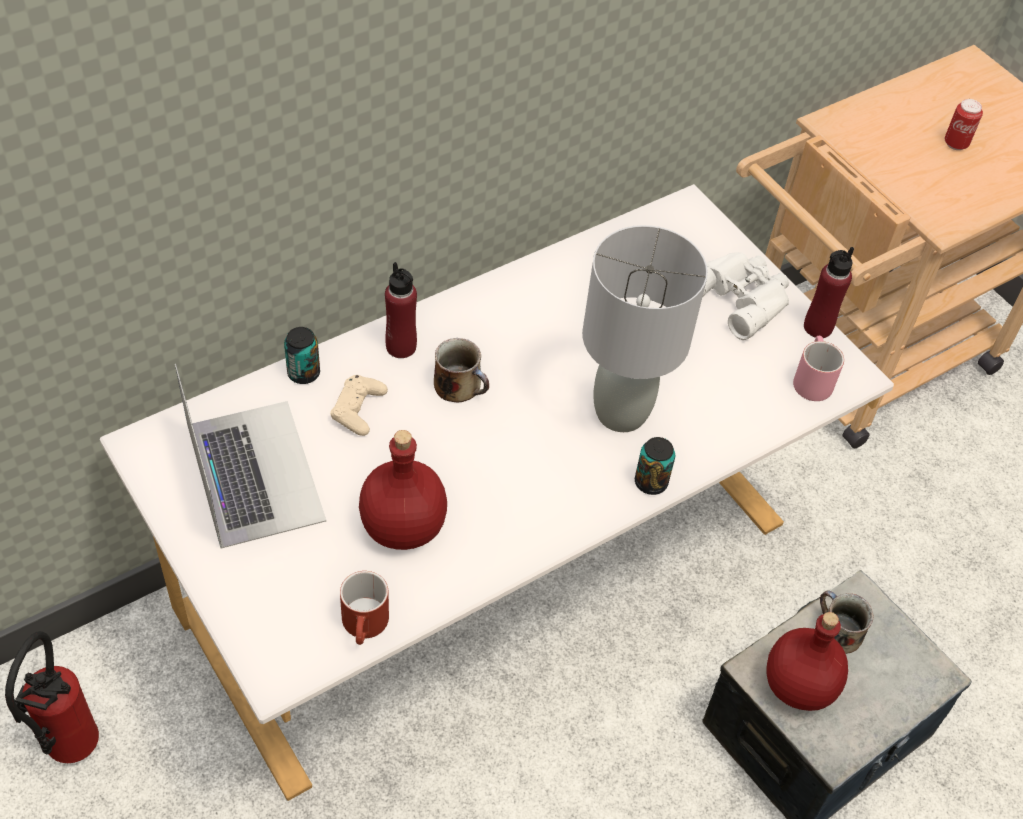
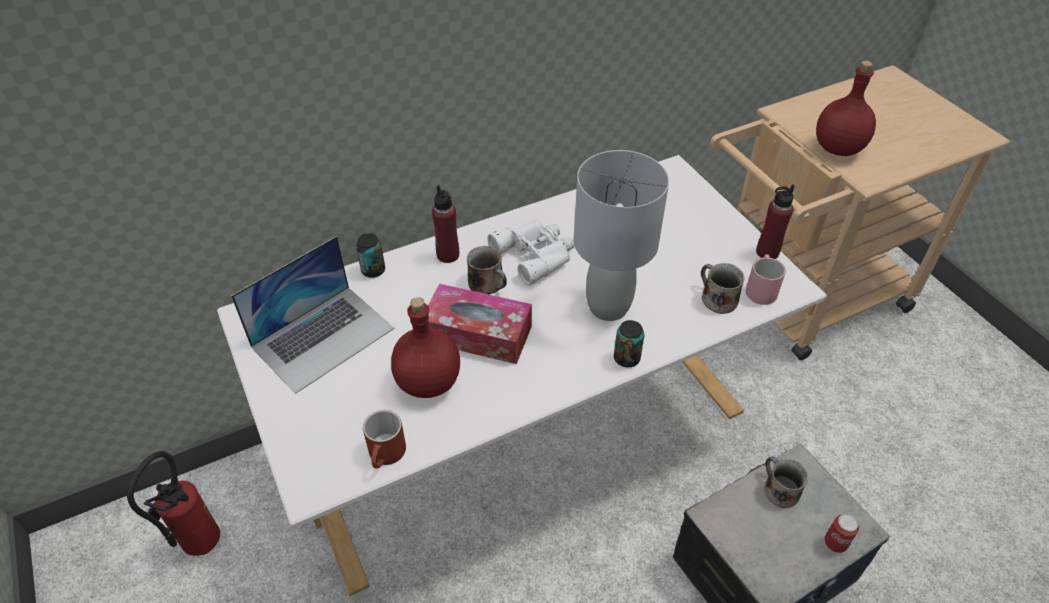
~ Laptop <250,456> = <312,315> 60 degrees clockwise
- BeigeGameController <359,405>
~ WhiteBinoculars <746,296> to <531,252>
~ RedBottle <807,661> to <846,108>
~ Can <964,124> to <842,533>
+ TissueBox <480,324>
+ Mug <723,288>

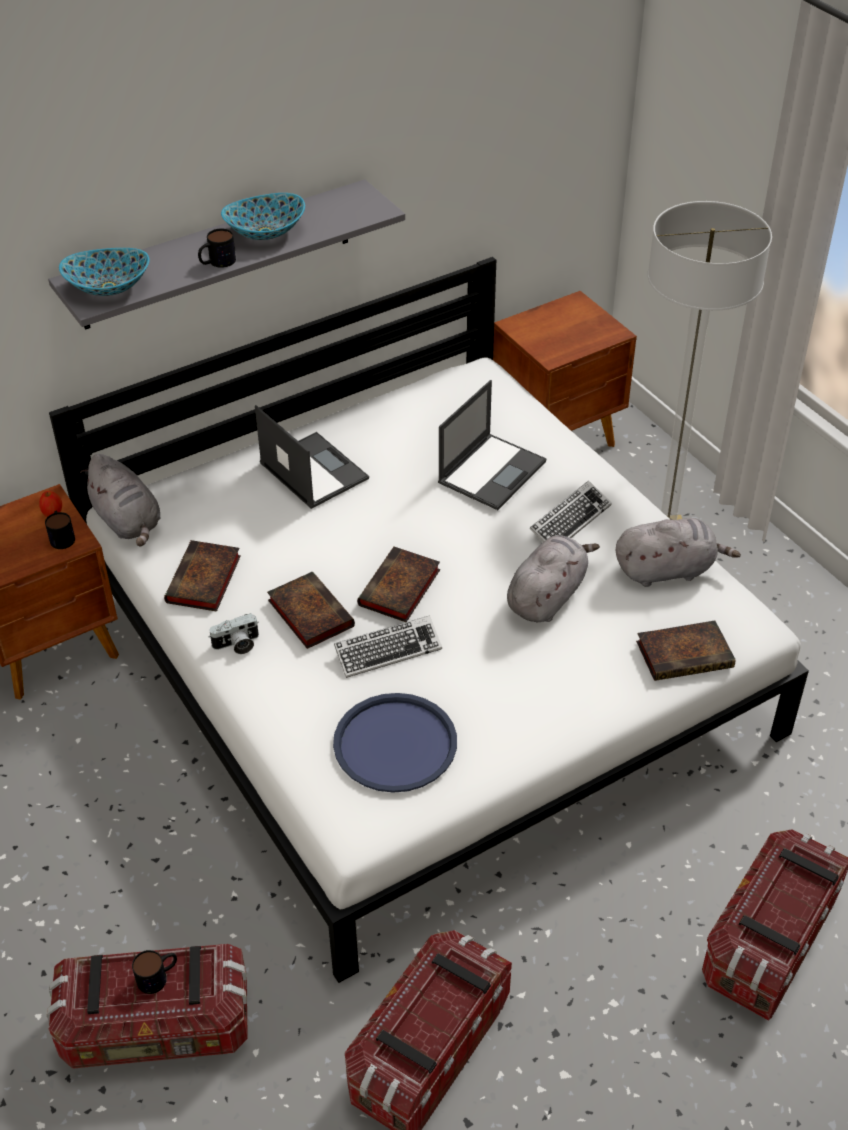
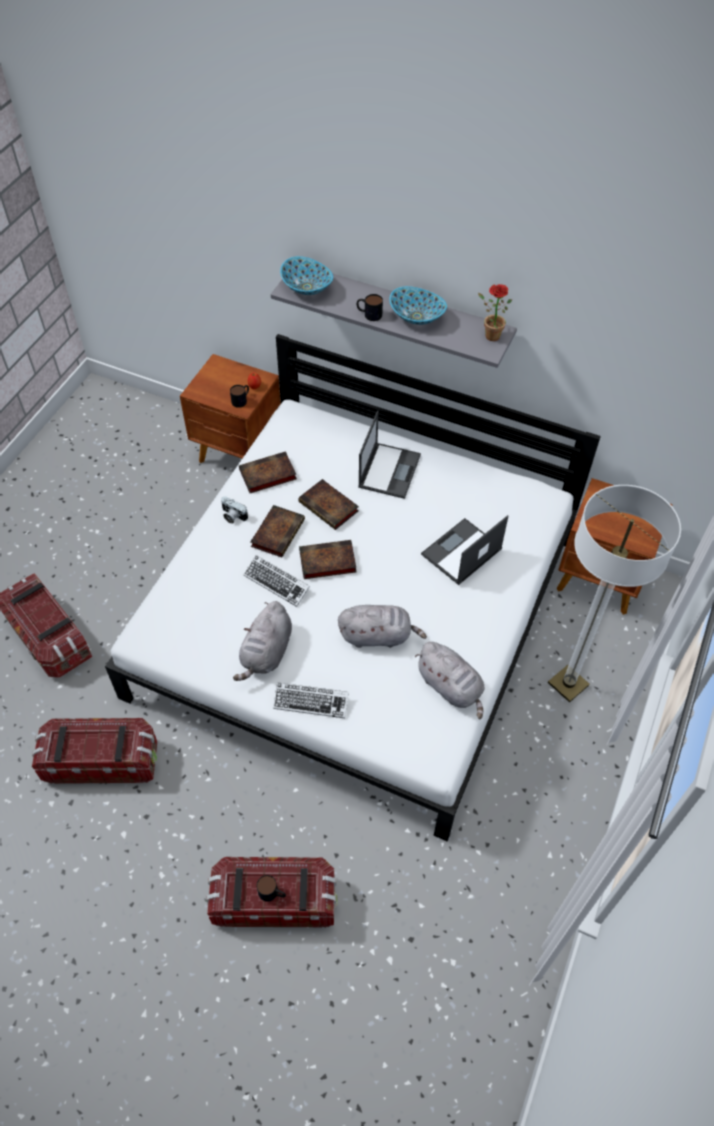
~ GreyPlushToy <120,500> to <262,641>
~ Mug <154,972> to <271,888>
- BlueTray <395,743>
~ Laptop <492,445> = <464,550> 135 degrees clockwise
~ Keyboard <570,511> to <311,700>
~ Book <685,651> to <328,504>
+ PottedPlant <495,312>

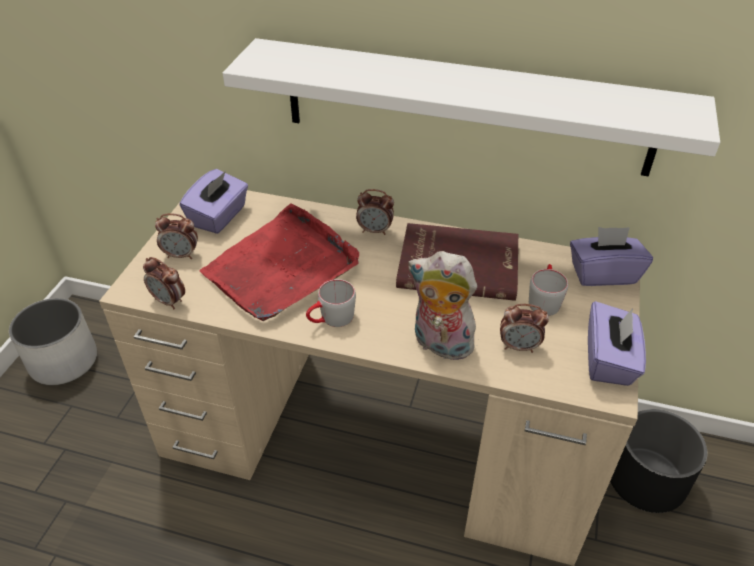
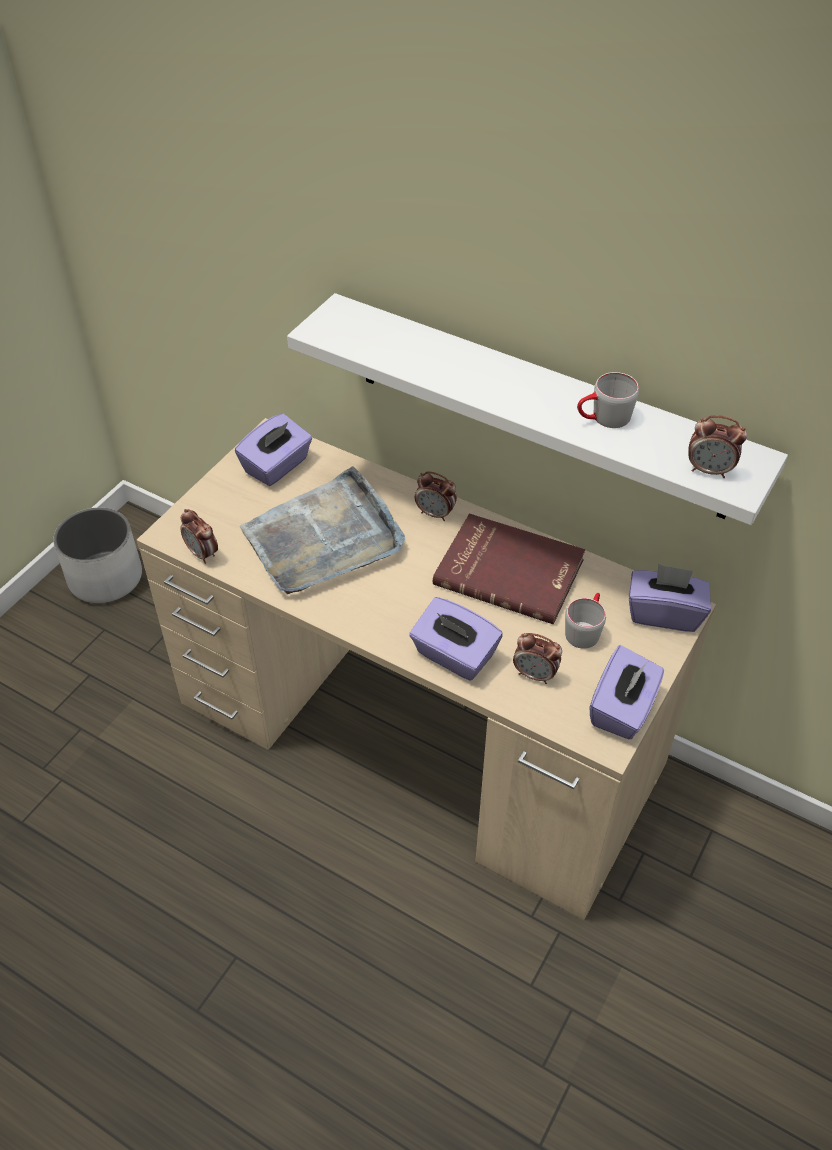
~ AlarmClock <176,236> to <717,446>
~ RedTray <279,263> to GreyTray <322,530>
~ GreyMug <331,303> to <608,400>
~ PlushToy <443,305> to PurpleTissueBox <456,639>
- BlackPlanter <658,461>

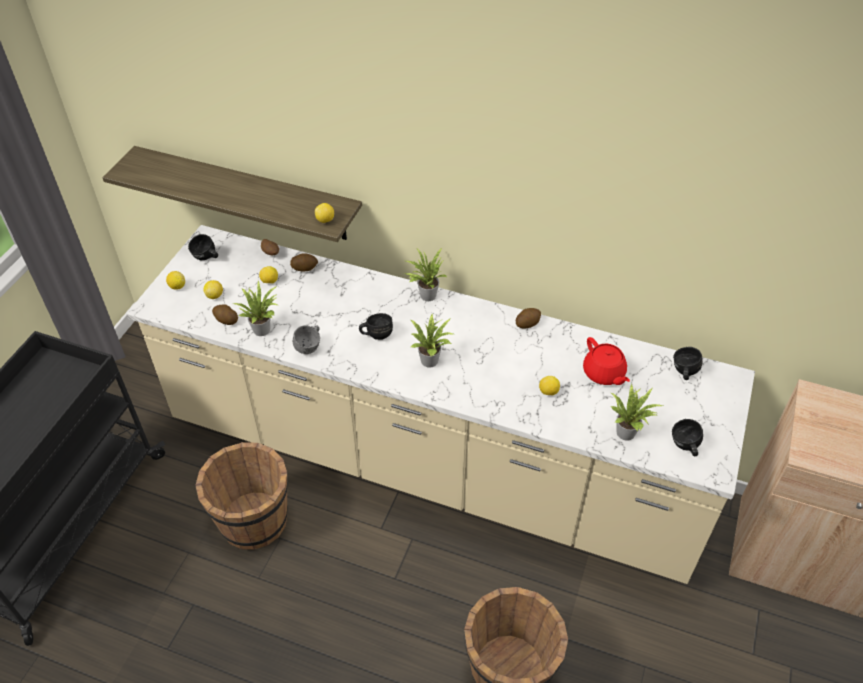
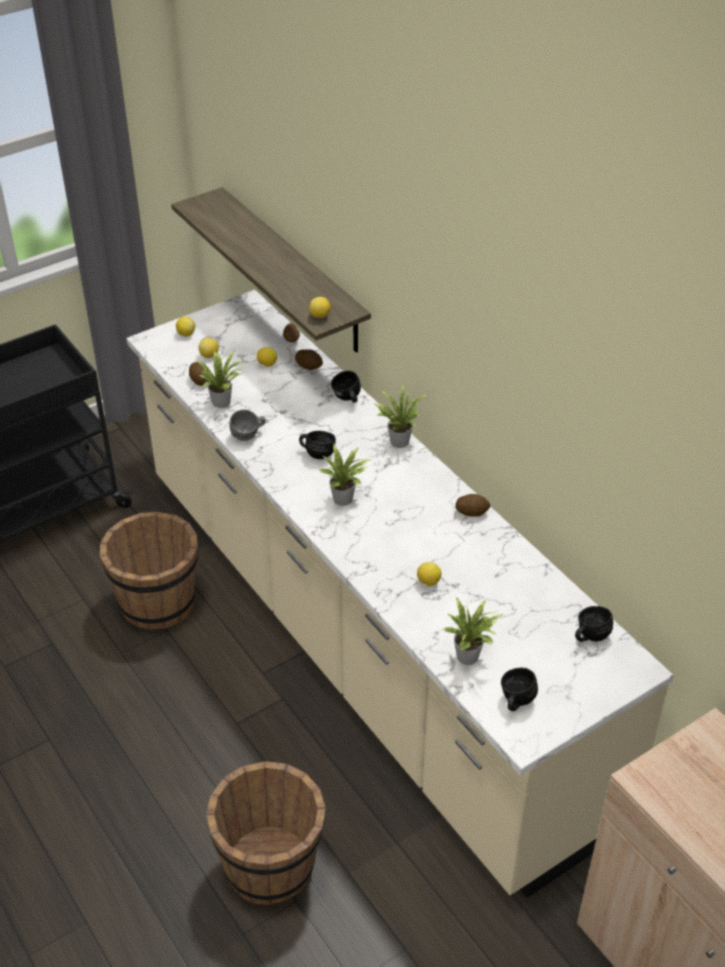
~ BlackMug <203,247> to <346,387>
- RedTeapot <606,361>

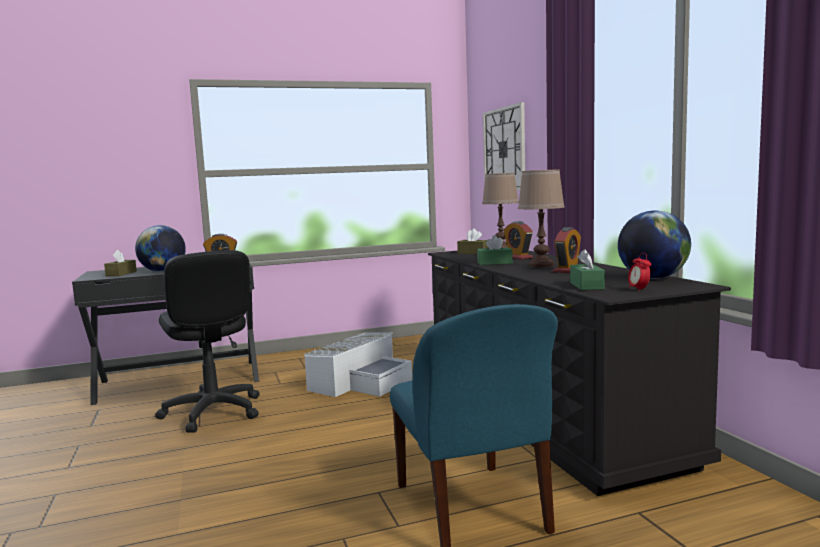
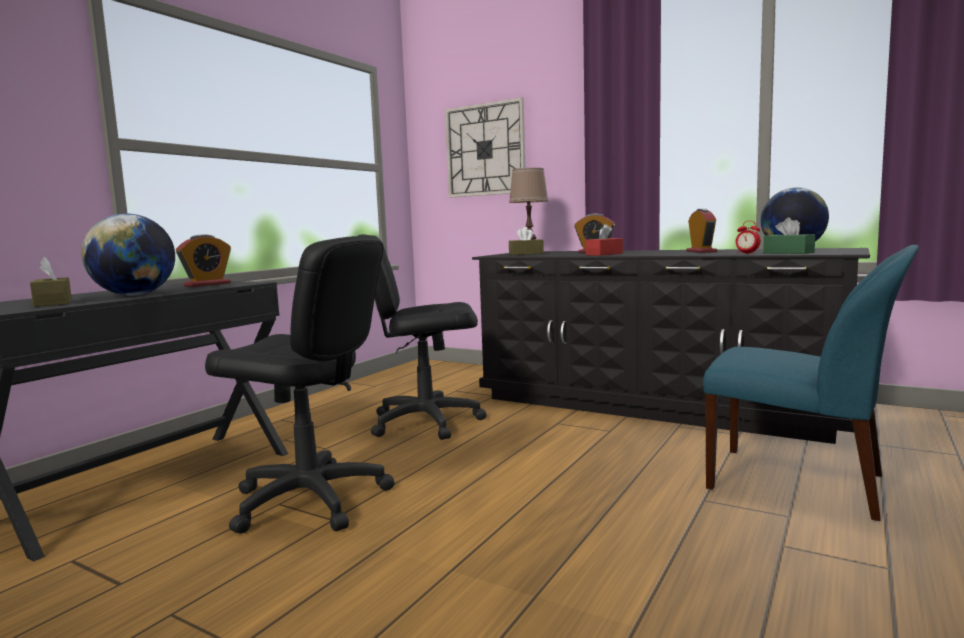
~ WhiteStorageBox <358,364> to BlackOfficeChair <422,337>
~ GreenTissueBox <495,250> to RedTissueBox <604,240>
- BrownTableLamp <541,218>
~ AlarmClock <639,272> to <748,237>

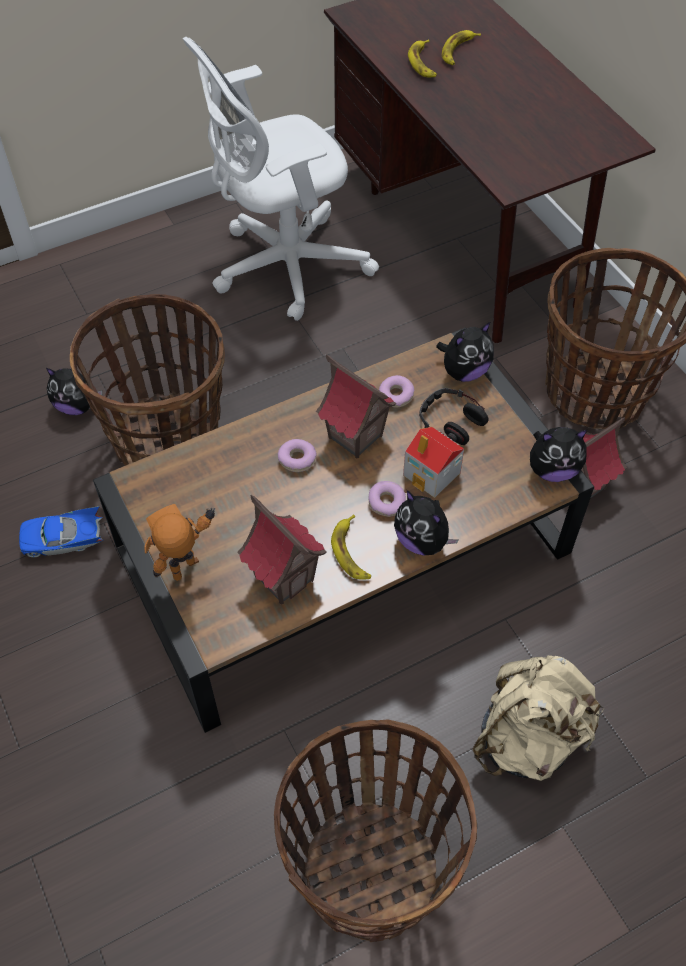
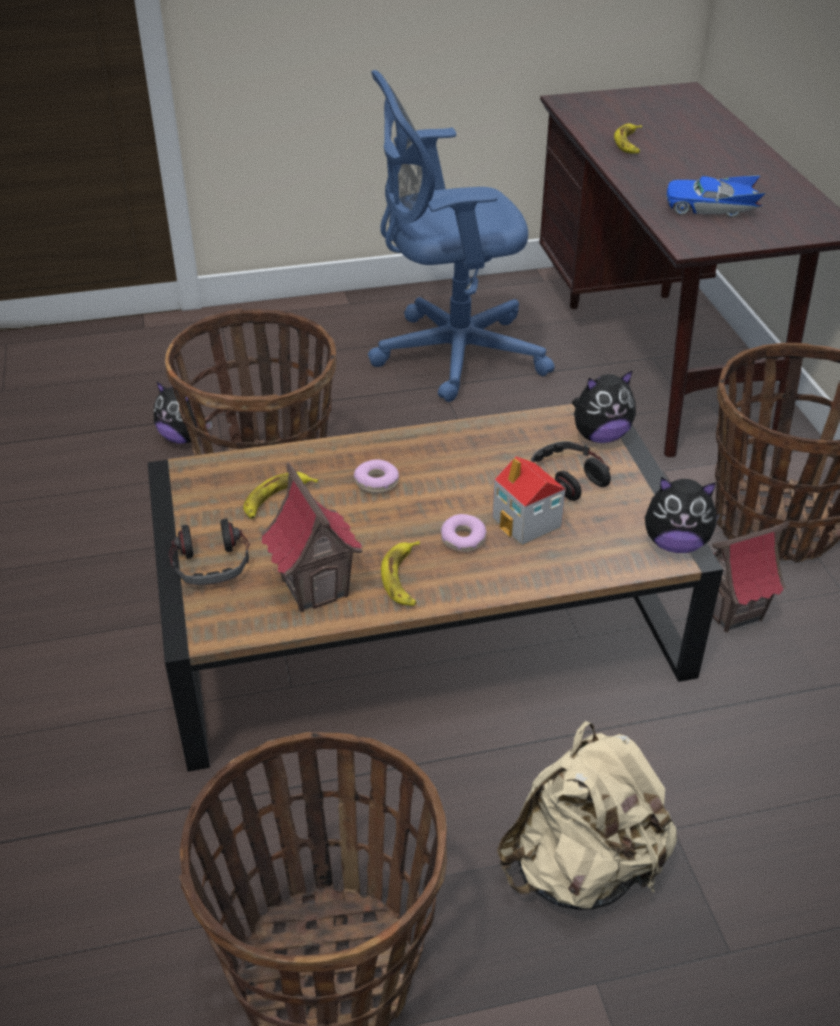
~ BlueToyCar <61,532> to <716,196>
~ ToyRobot <179,542> to Headphones <209,551>
~ WhiteOfficeChair <280,179> to BlueOfficeChair <461,236>
- ToyHouse <356,406>
- Donut <396,391>
- PlushToy <426,522>
~ Banana <461,47> to <280,495>

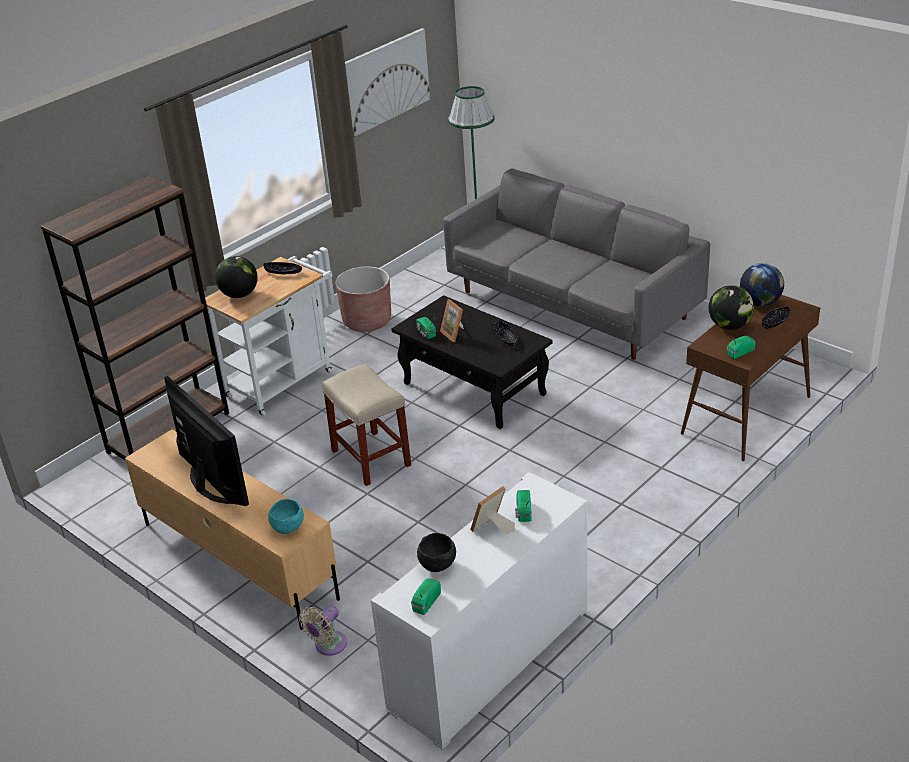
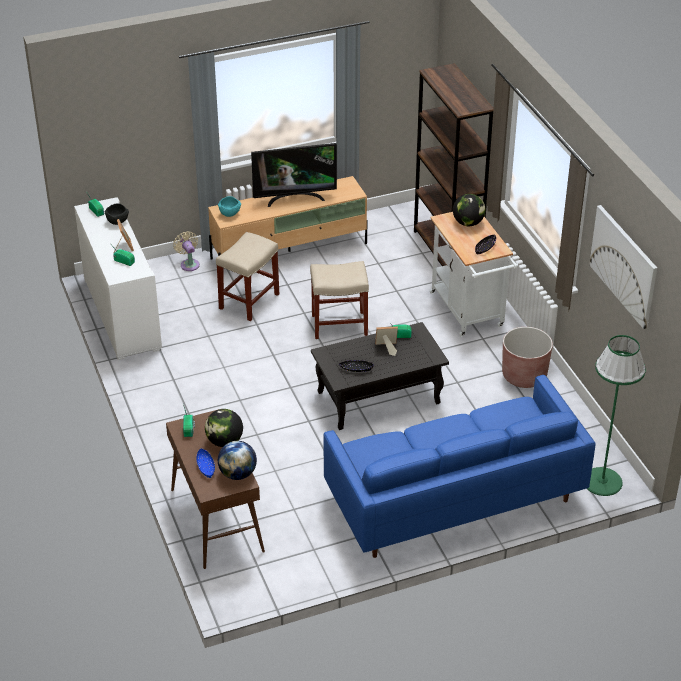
~ GreySofa <576,264> to BlueSofa <459,466>
~ BlackBowl <776,317> to BlueBowl <205,463>
+ BeigeStool <247,276>

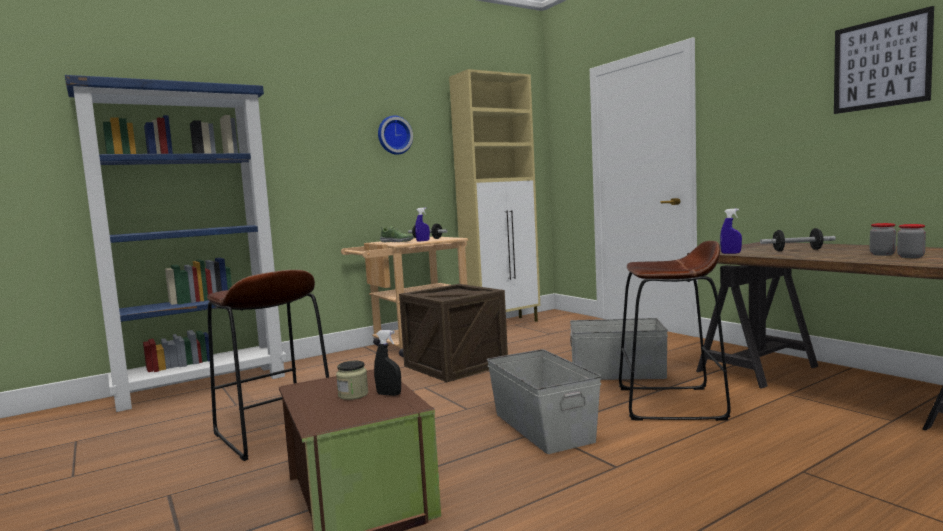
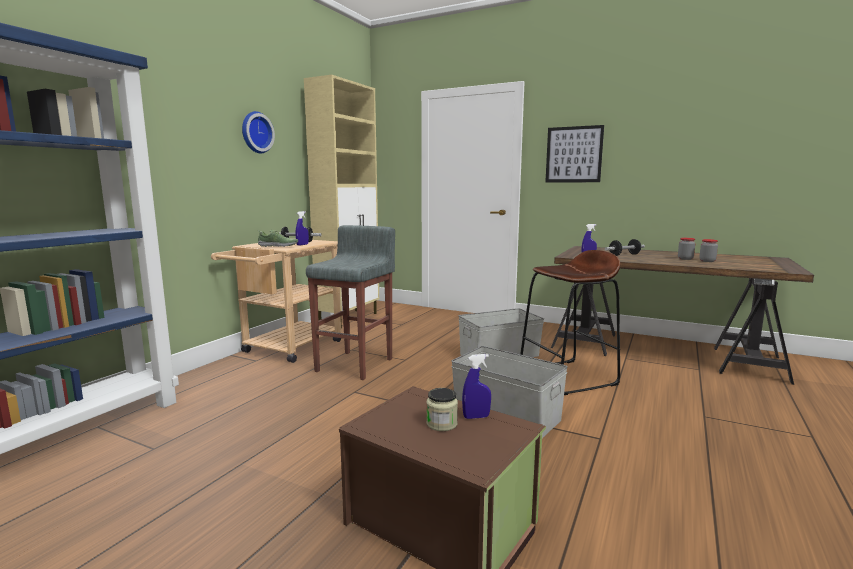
- BrownStool <268,365>
~ BlackSprayBottle <387,363> to BlueSprayBottle <476,386>
~ Crate <453,333> to GreyStool <350,302>
~ Picture <884,60> to <574,153>

